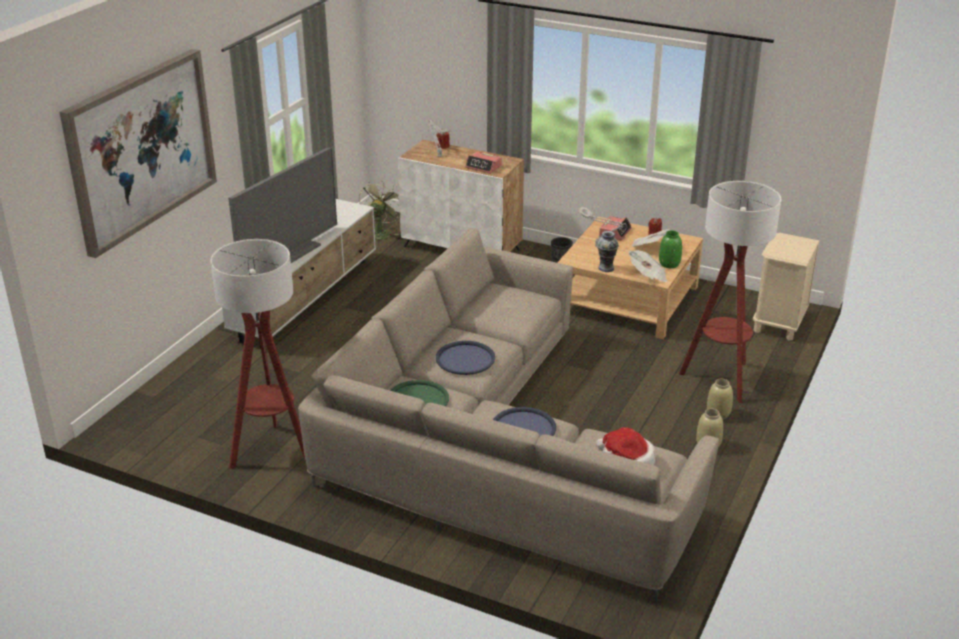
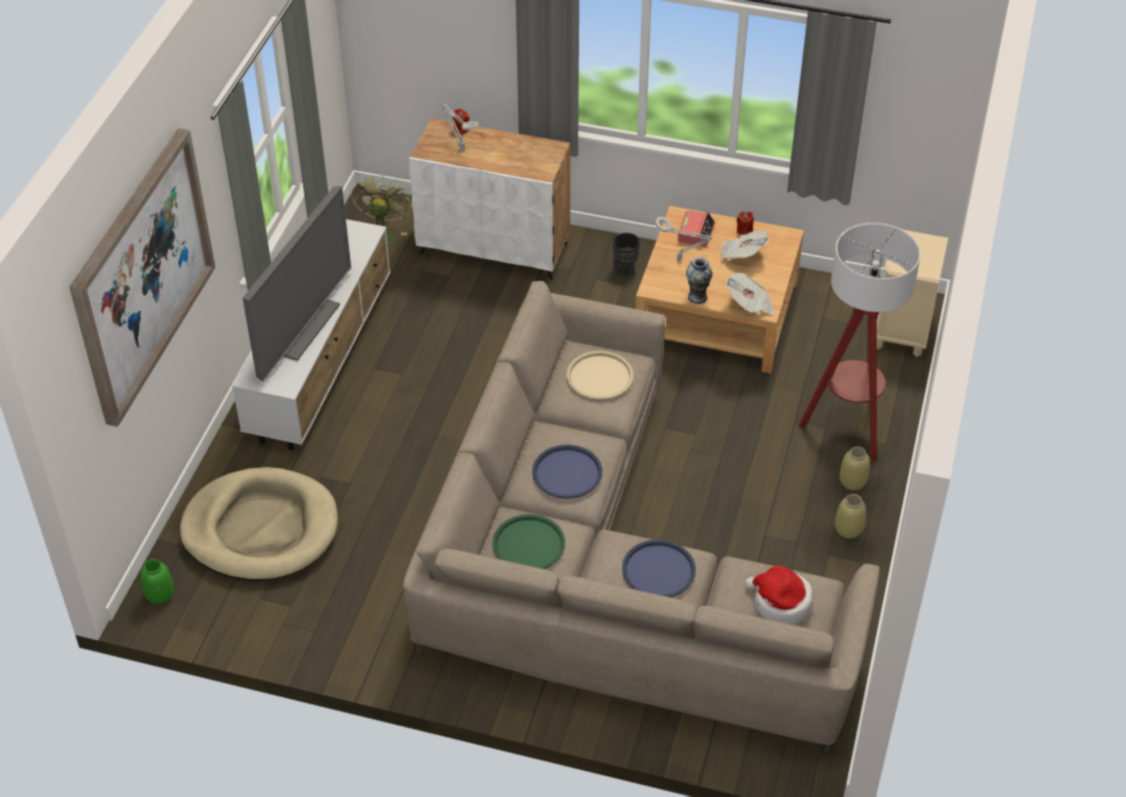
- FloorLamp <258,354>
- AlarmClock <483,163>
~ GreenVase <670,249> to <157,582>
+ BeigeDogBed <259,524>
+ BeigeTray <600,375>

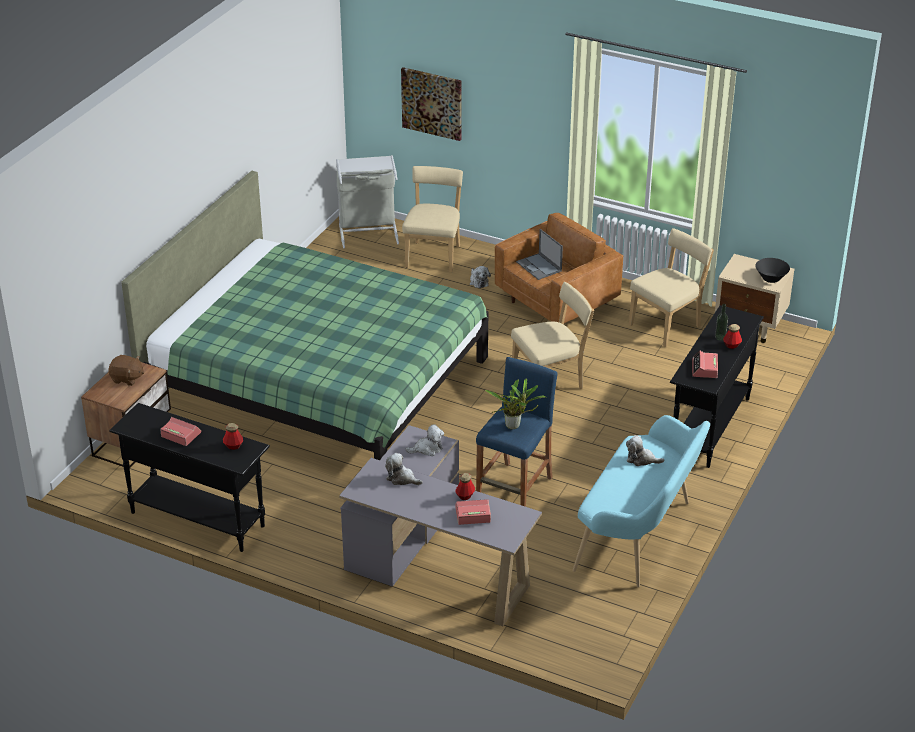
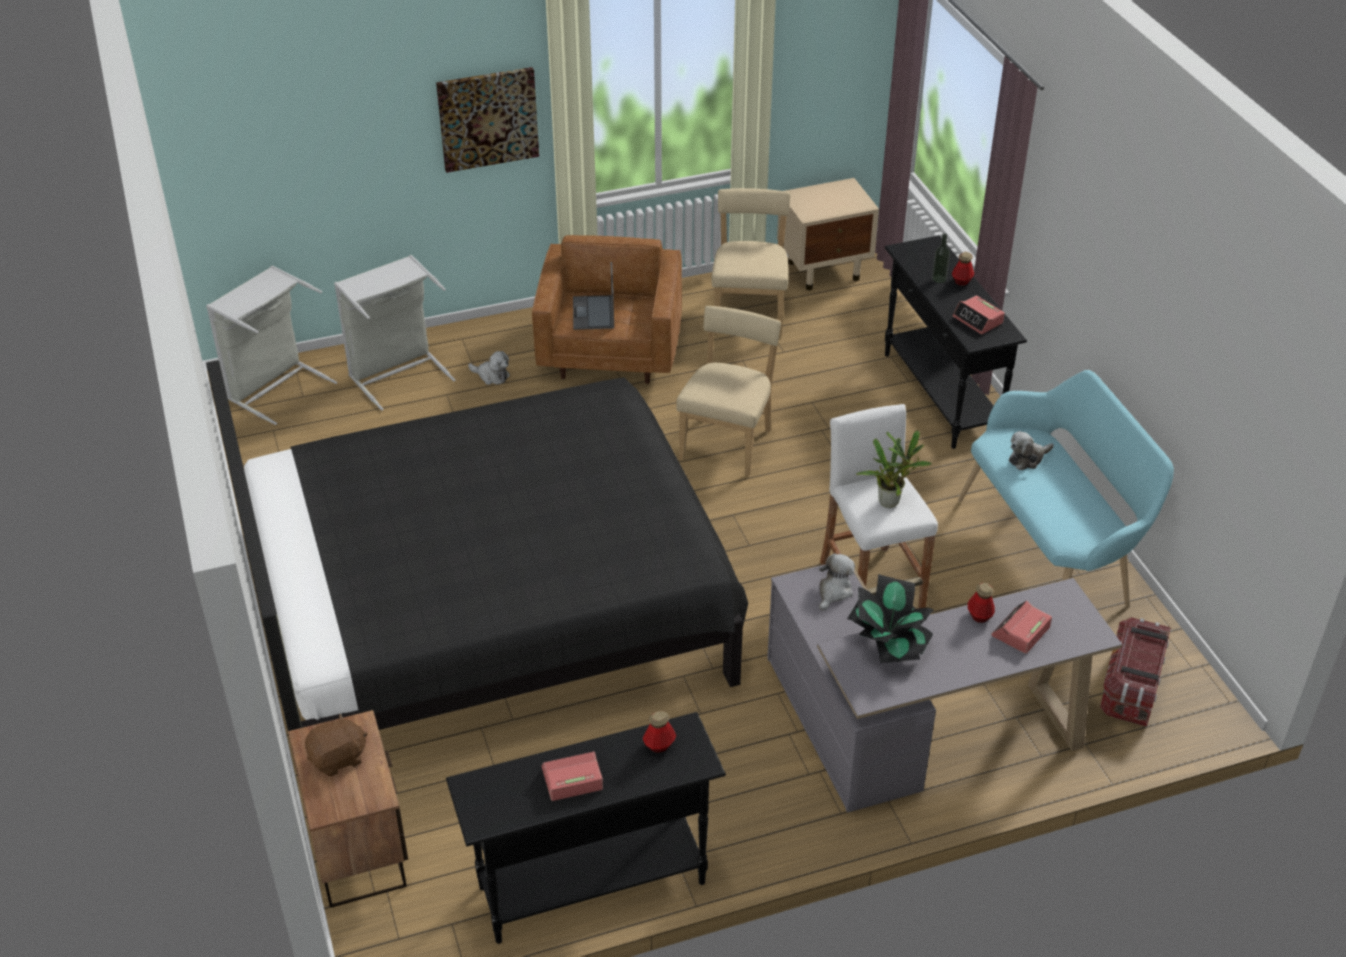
~ GreenBed <304,315> to BlackBed <477,545>
~ PlushToy <404,469> to PottedPlant <890,618>
~ Picture <431,104> to <487,120>
~ BeigeChair <432,219> to GreyLaundryBasket <394,333>
~ BlueStool <516,432> to WhiteStool <879,506>
~ Laptop <539,254> = <593,296> 75 degrees clockwise
- BlackBowl <772,270>
+ StorageBox <1135,672>

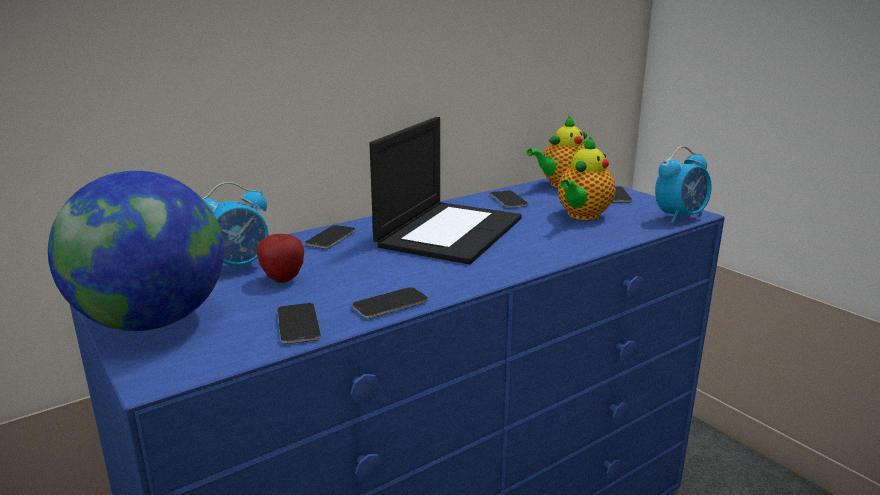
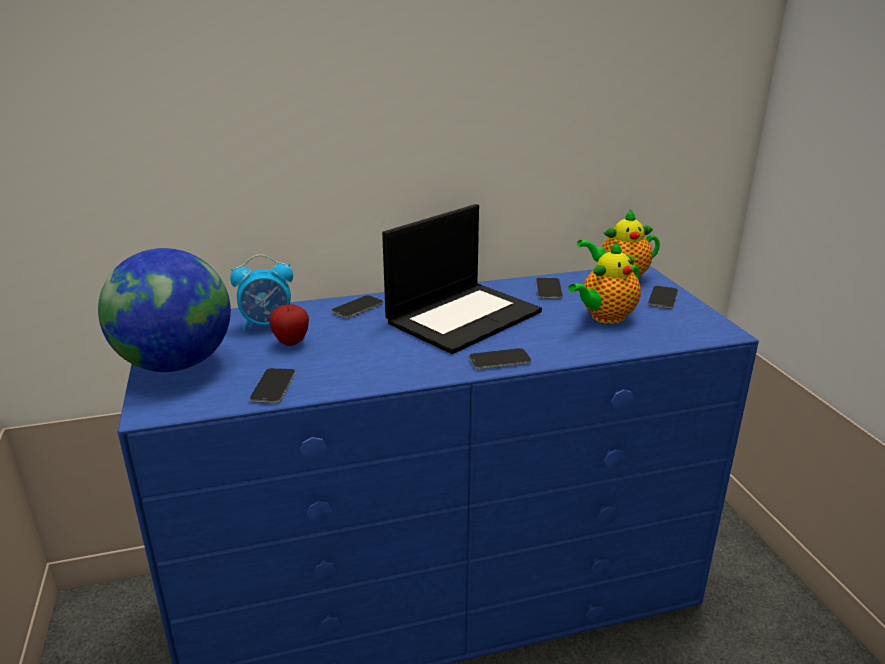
~ Phone <390,303> to <500,358>
- AlarmClock <683,184>

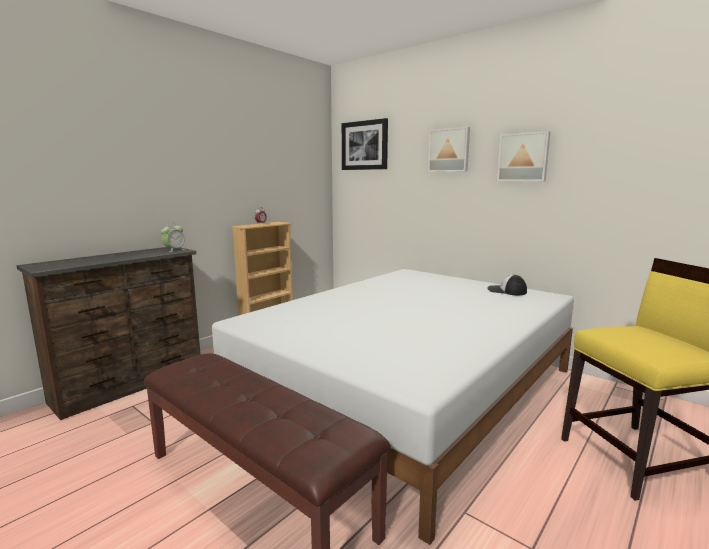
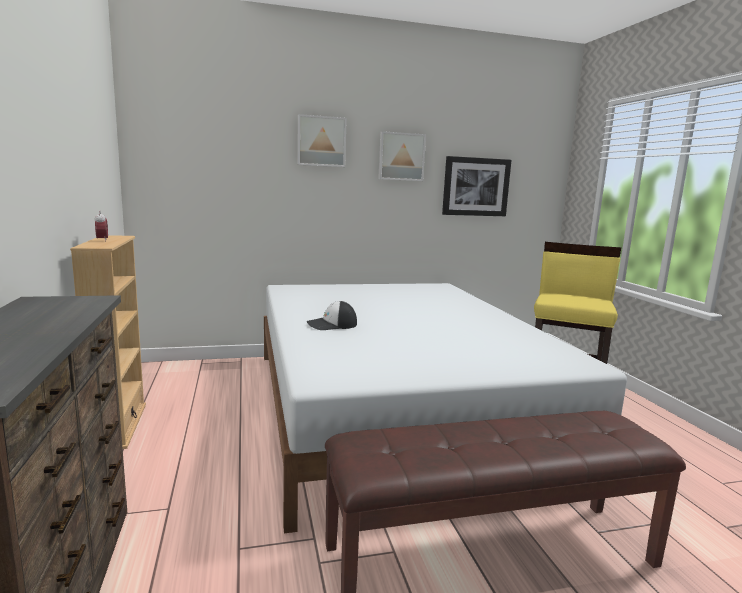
- AlarmClock <173,237>
~ Picture <365,144> to <476,186>
~ Cap <507,285> to <332,315>

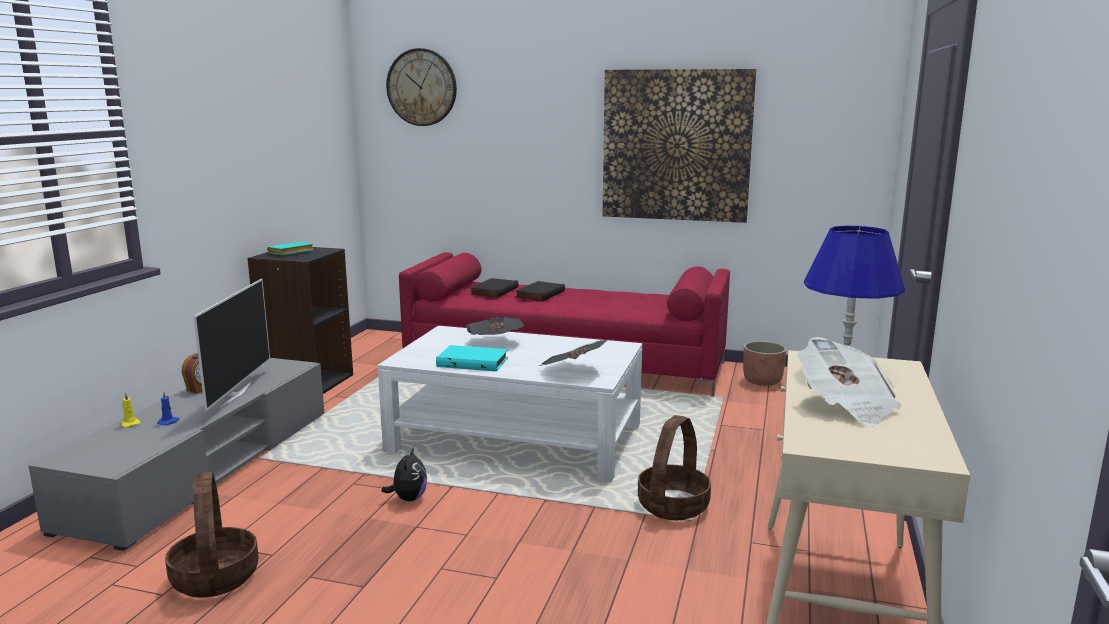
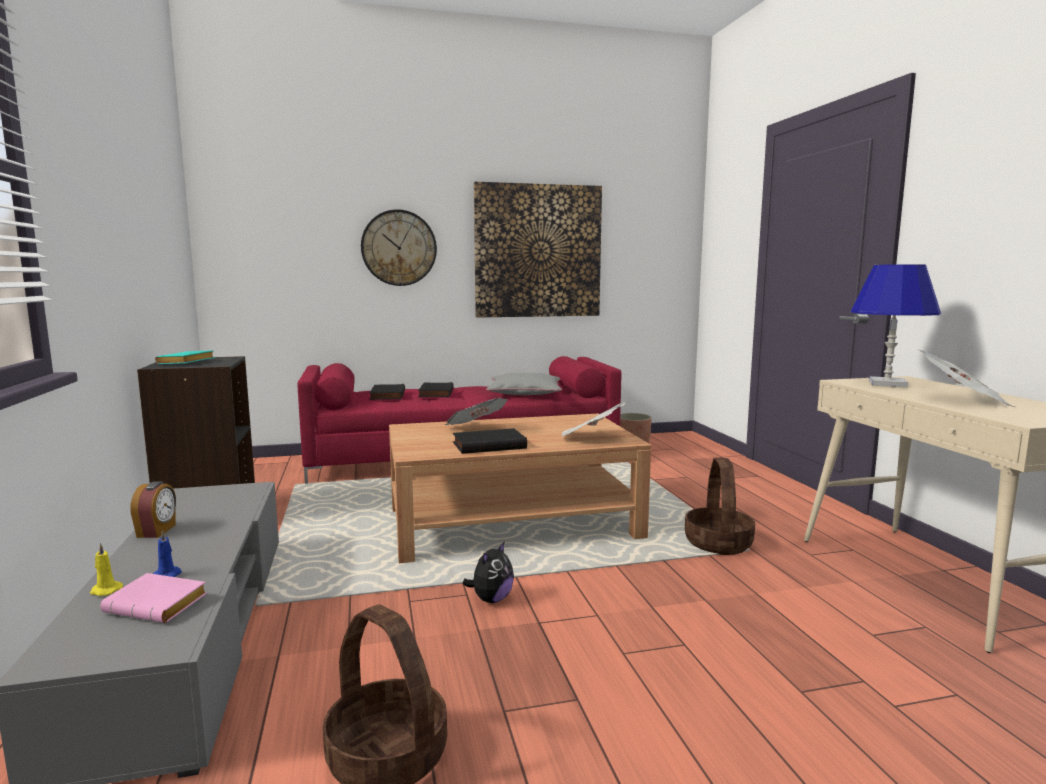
- Television <231,345>
~ WhiteCoffeeTable <510,404> to BrownCoffeeTable <520,488>
~ PlushToy <404,474> = <488,572> 60 degrees clockwise
~ WallClock <421,87> to <399,247>
~ TurquoiseBook <472,358> to BlackBook <490,441>
+ PinkBook <153,598>
+ GreyPillow <524,384>

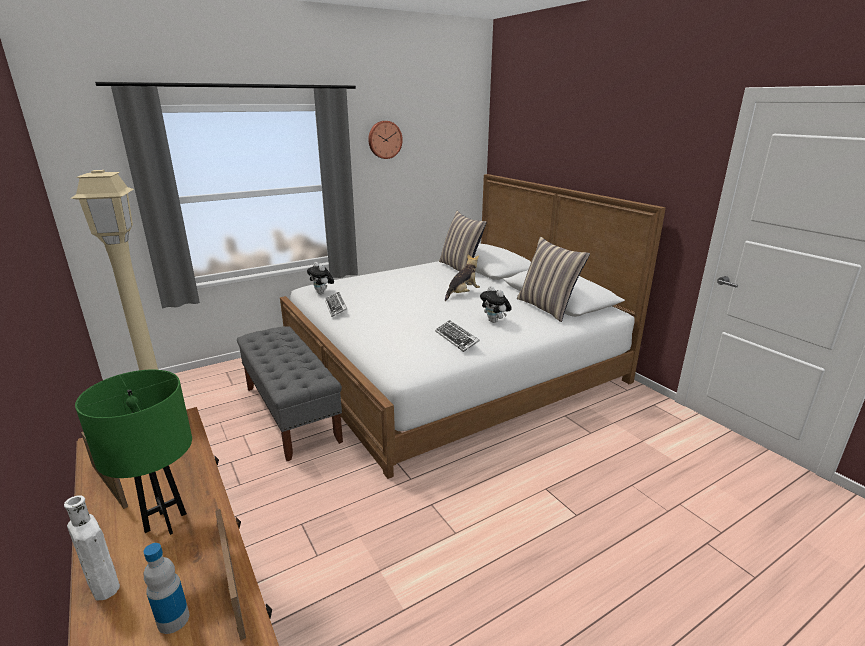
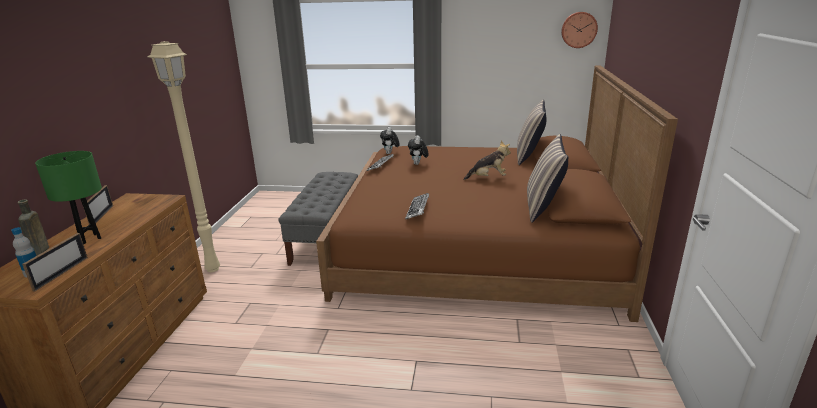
~ WhiteBottle <92,548> to BrownBottle <33,228>
~ WhiteBed <473,326> to BrownBed <497,194>
~ WallClock <385,140> to <579,30>
~ PlushToy <496,304> to <418,150>

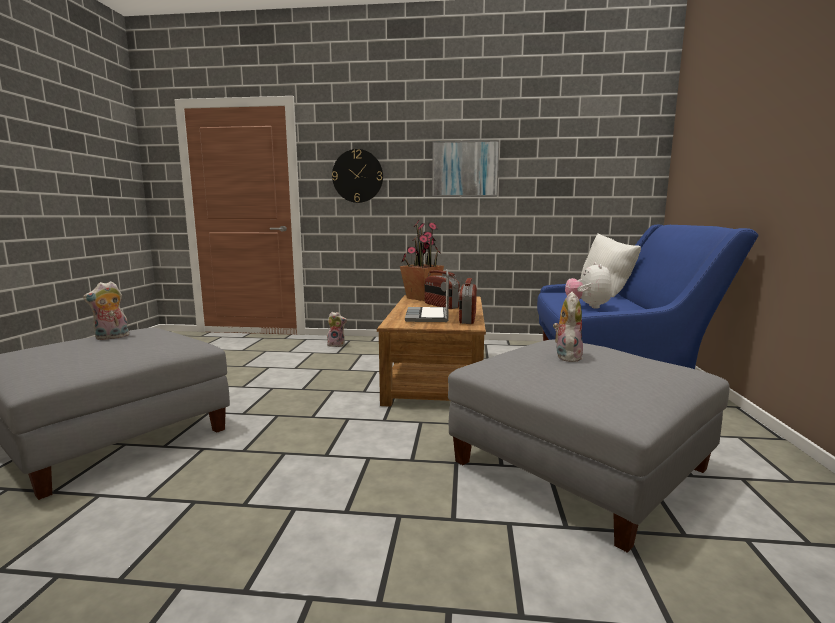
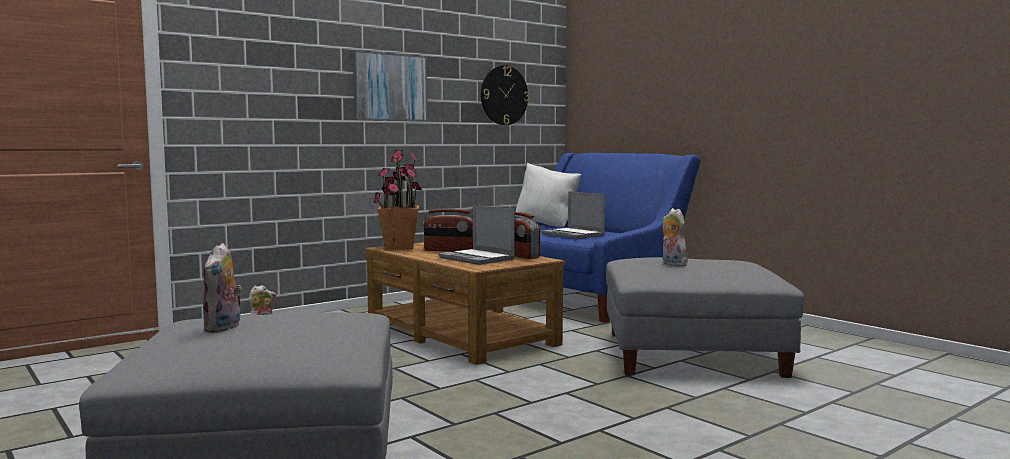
~ WallClock <357,176> to <505,95>
~ PlushToy <588,285> to Laptop <573,215>

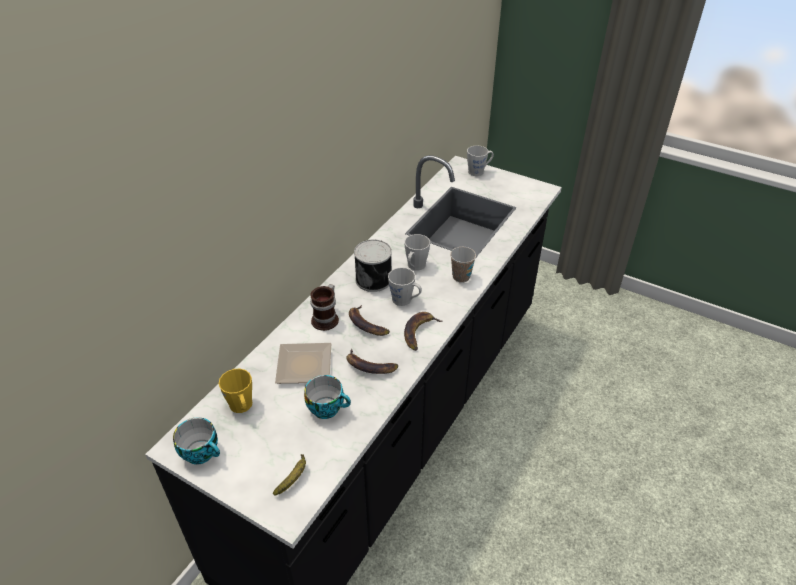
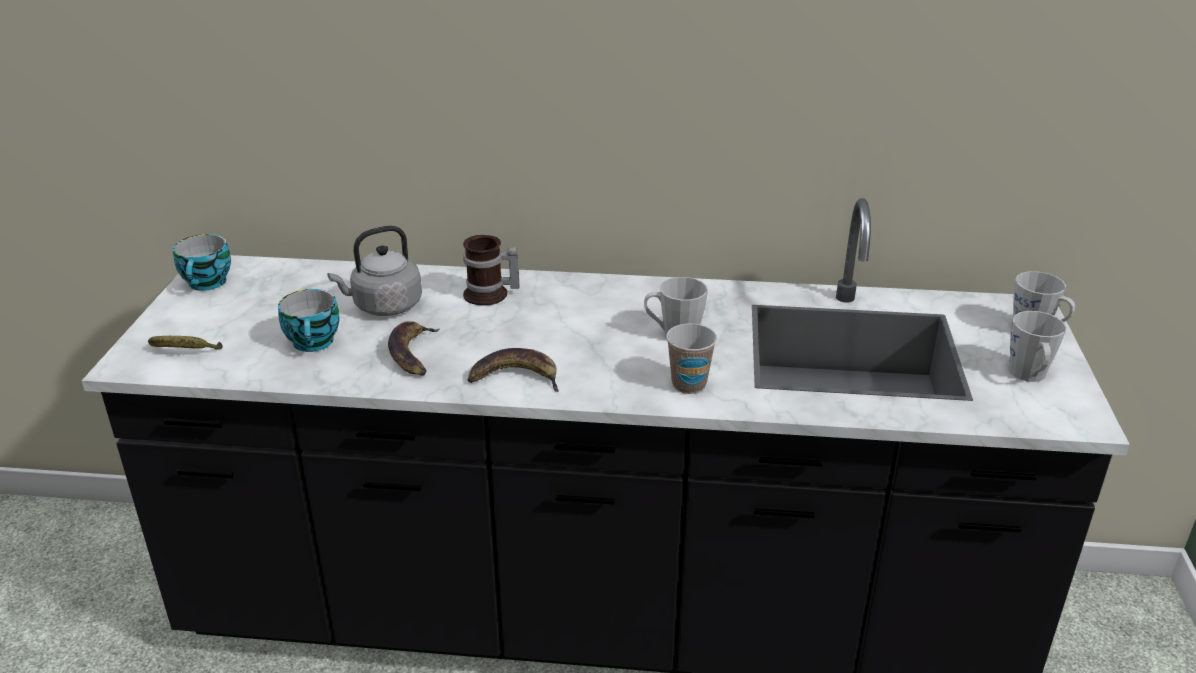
- YellowMug <235,391>
~ Plate <303,363> to GreyKettle <374,271>
- Banana <369,320>
- Can <373,266>
~ GreyMug <405,286> to <1037,346>

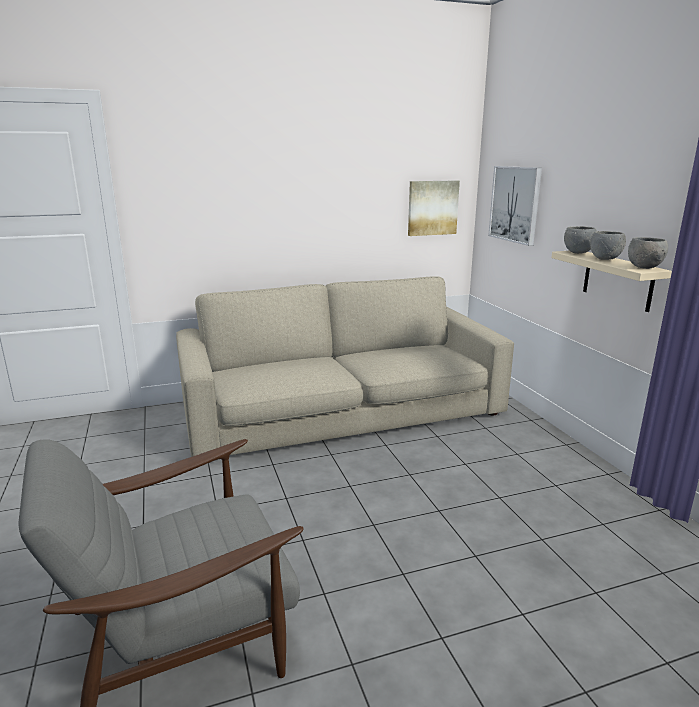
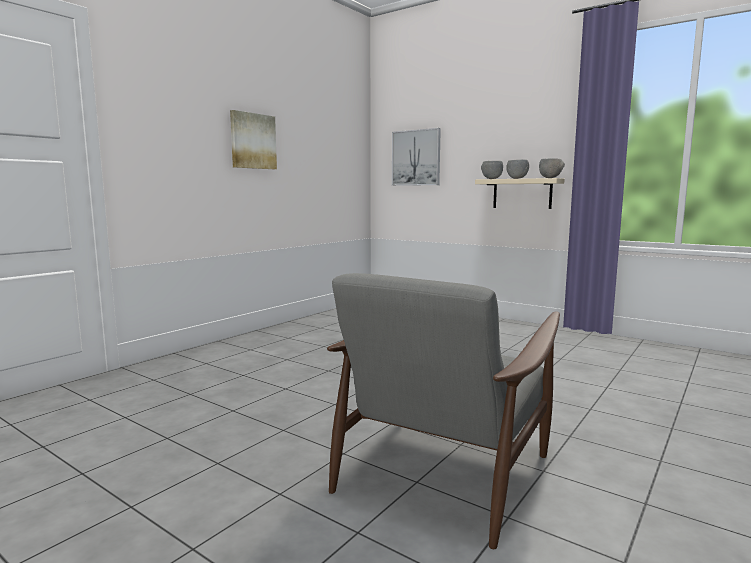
- BeigeSofa <345,366>
~ Picture <434,208> to <253,139>

